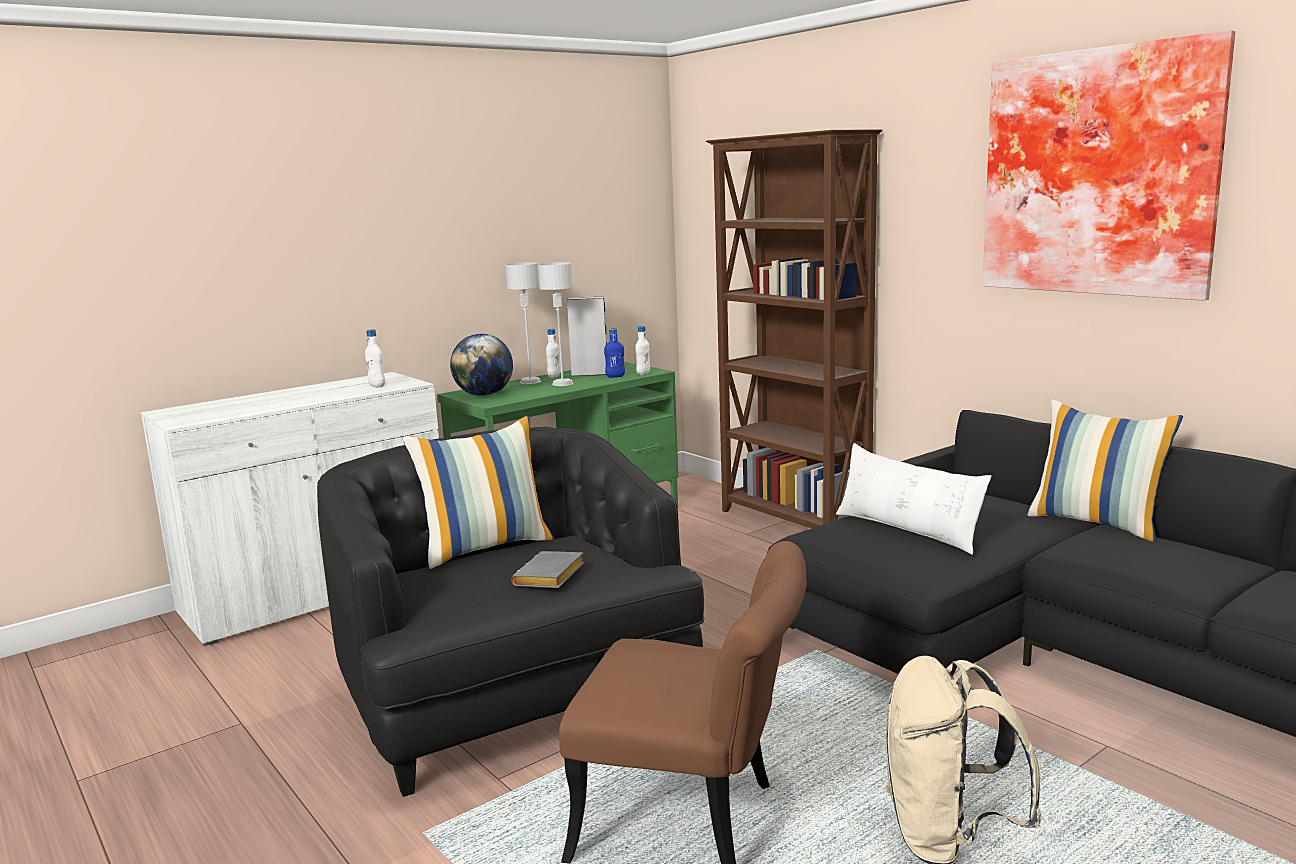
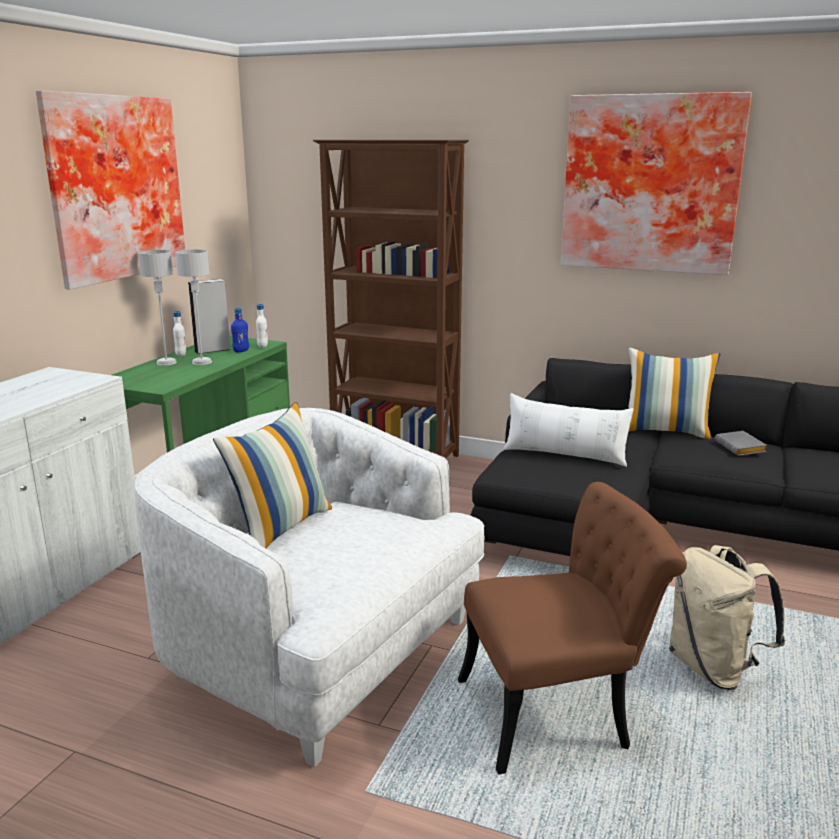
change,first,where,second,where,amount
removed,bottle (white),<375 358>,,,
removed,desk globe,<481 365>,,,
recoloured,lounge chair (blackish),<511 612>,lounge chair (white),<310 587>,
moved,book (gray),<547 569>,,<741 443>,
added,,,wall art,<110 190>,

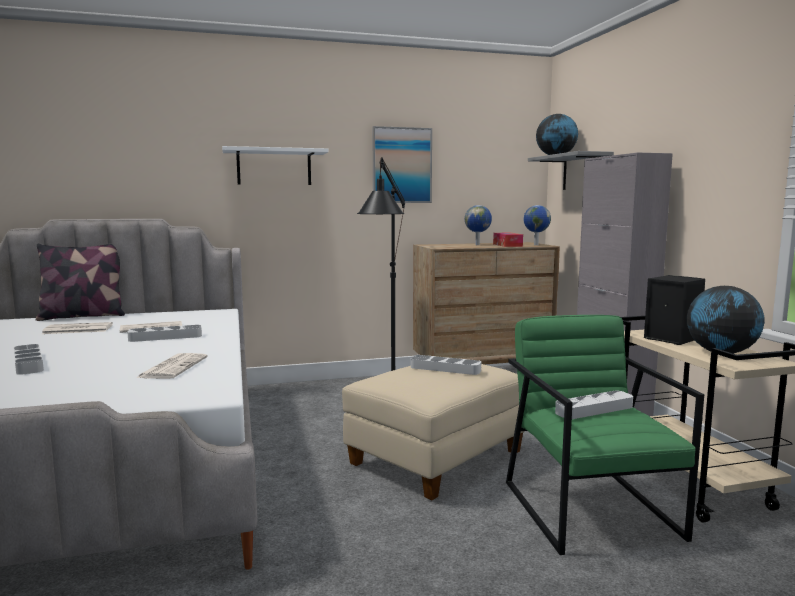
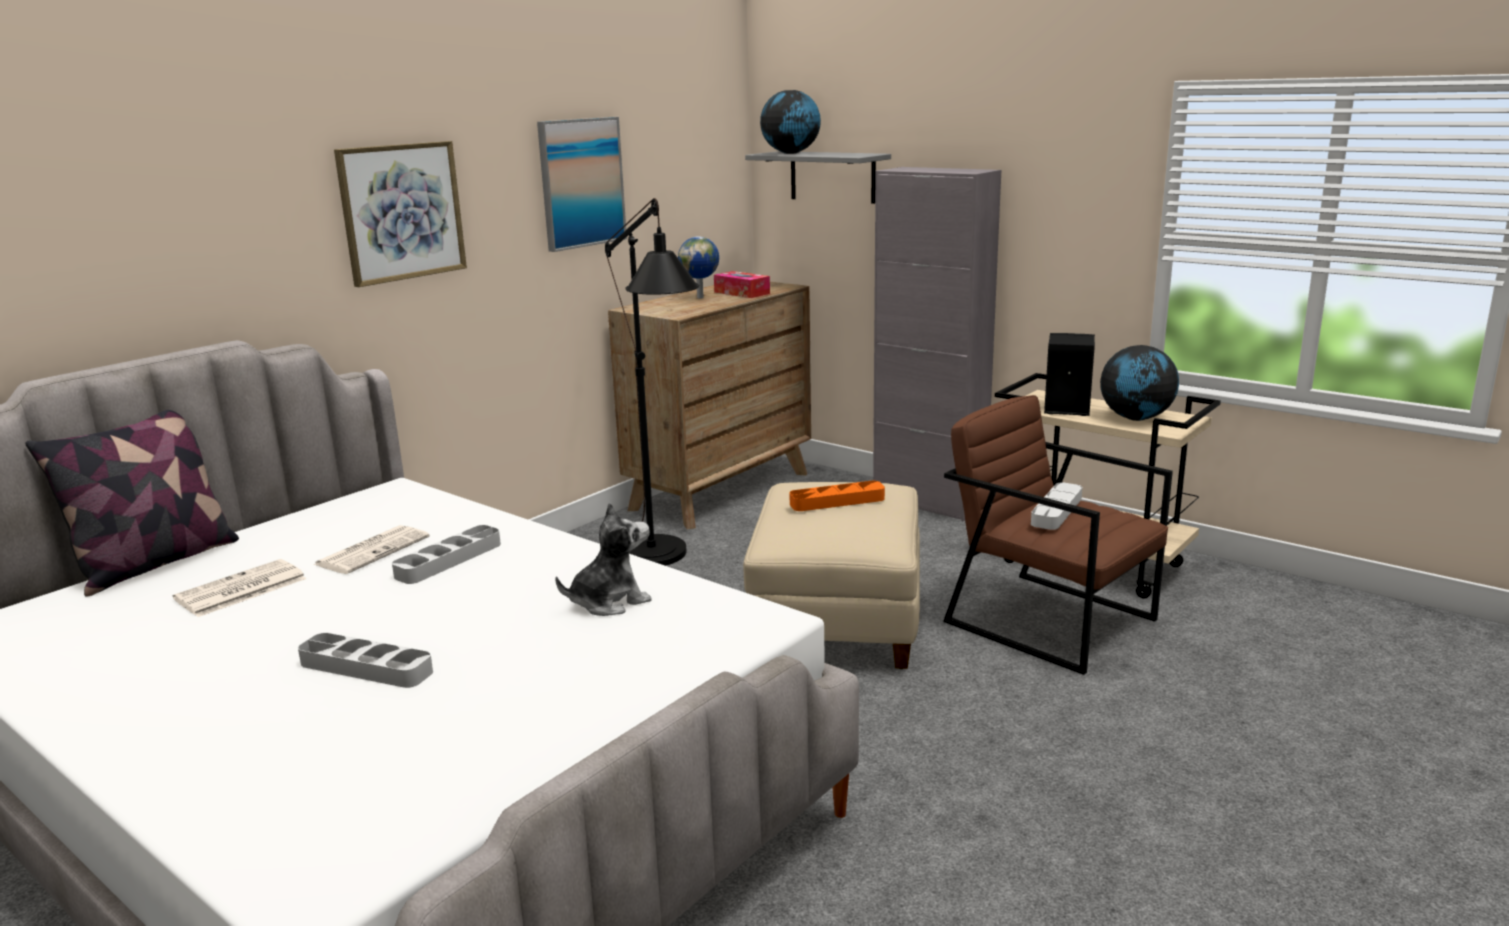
change,first,where,second,where,amount
replaced,wall shelf (white),<275 165>,wall art,<400 214>,
removed,desk globe,<537 225>,,,
recoloured,lounge chair (green),<605 435>,lounge chair (brown),<1058 535>,
replaced,printed paper,<172 366>,plush toy,<603 559>,
recoloured,tray (gray),<446 365>,tray (orangey),<837 496>,

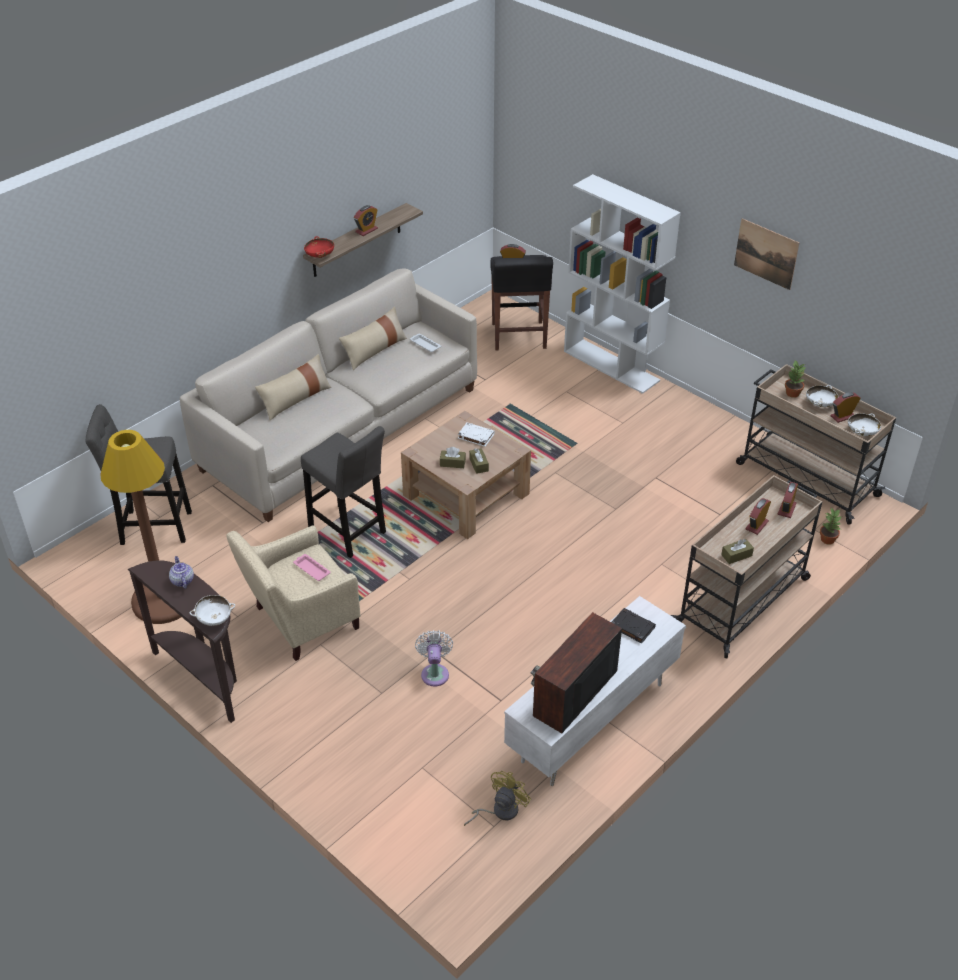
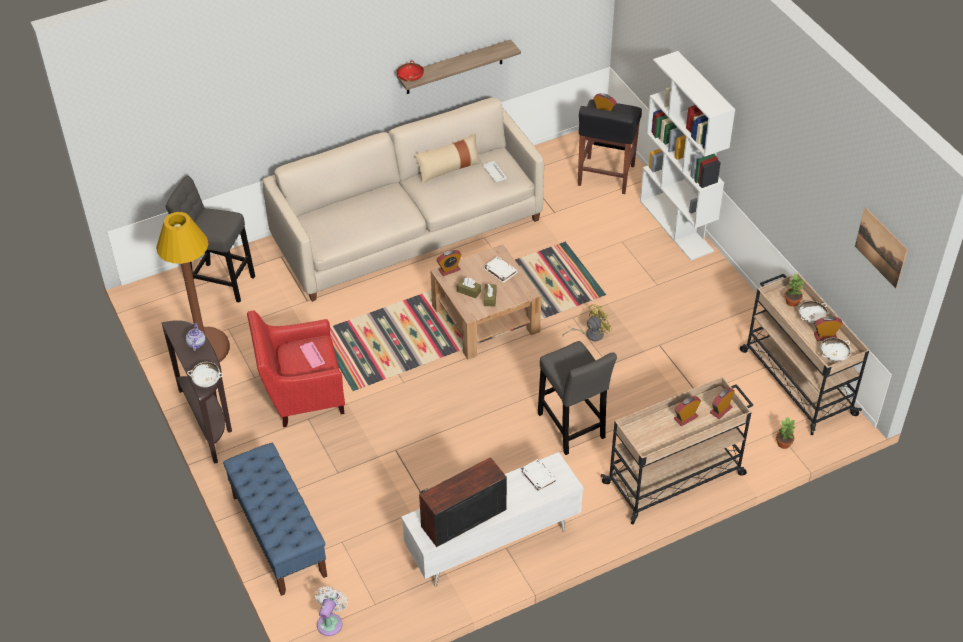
change,first,where,second,where,amount
moved,table clock,<366 220>,,<449 263>,
moved,wall art,<766 254>,,<881 248>,
removed,pillow (beige),<293 387>,,,
moved,sitting stool (gray),<343 492>,,<577 398>,
recoloured,lounge chair (beige),<293 593>,lounge chair (reddish),<296 368>,
removed,box of tissues (brown),<737 551>,,,
recoloured,book (blackish),<634 625>,book (white),<538 476>,
moved,cooling fan (white),<434 658>,,<331 611>,
moved,cooling fan (yellowish),<497 798>,,<587 322>,
added,,,long seat (bluish),<275 519>,

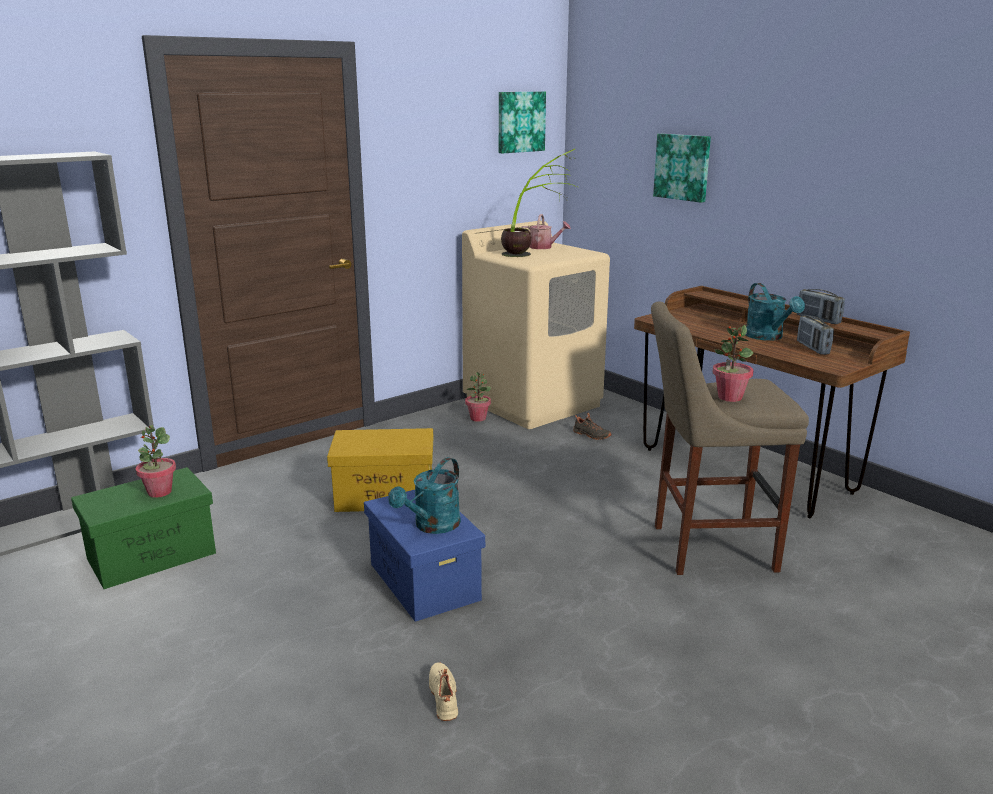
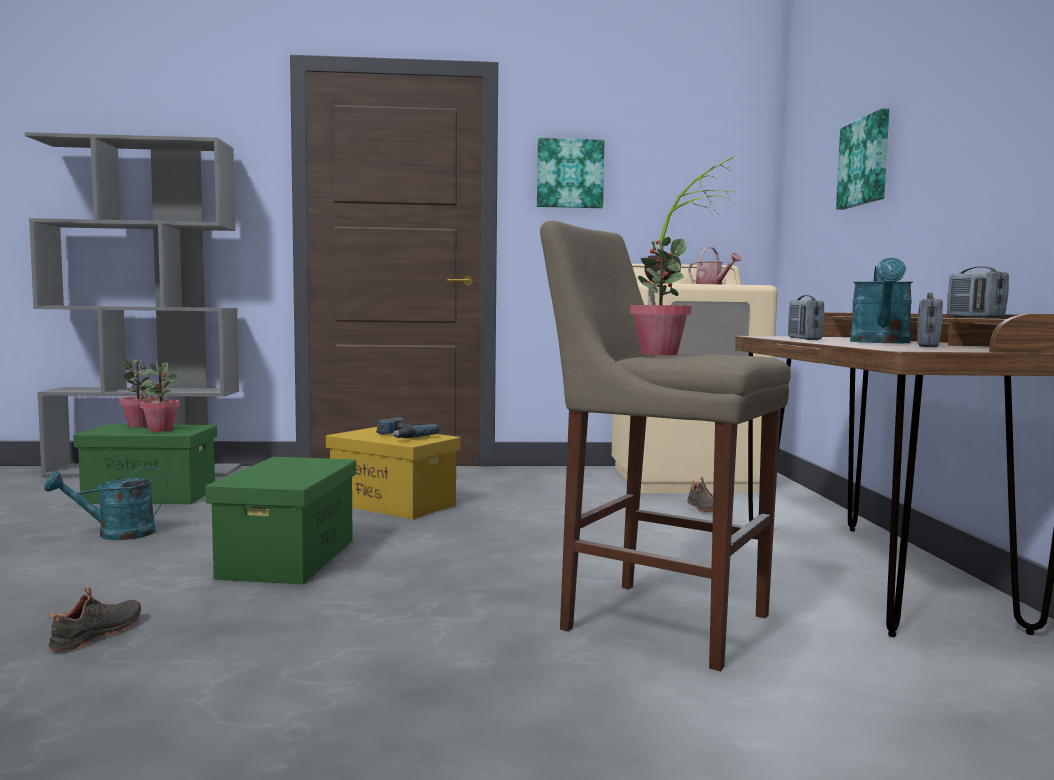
change,first,where,second,where,amount
moved,wall art,<522 123>,,<571 173>,
moved,houseplant,<478 397>,,<138 393>,
moved,sprinkling can (blue-green),<424 495>,,<106 503>,
recoloured,storage bin (bluish),<424 556>,storage bin (green),<280 520>,
recoloured,low shoe (beige),<443 691>,low shoe (blackish),<94 618>,
added,,,radio receiver,<806 317>,
added,,,power drill,<408 427>,

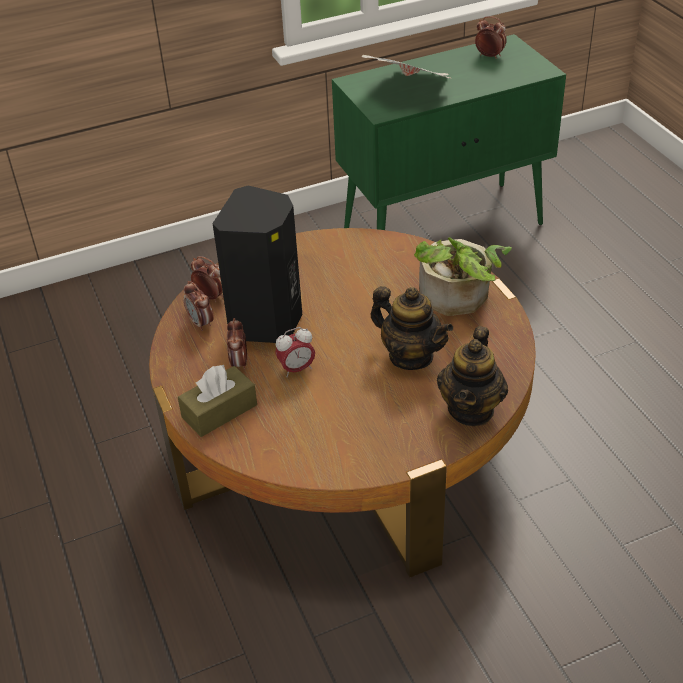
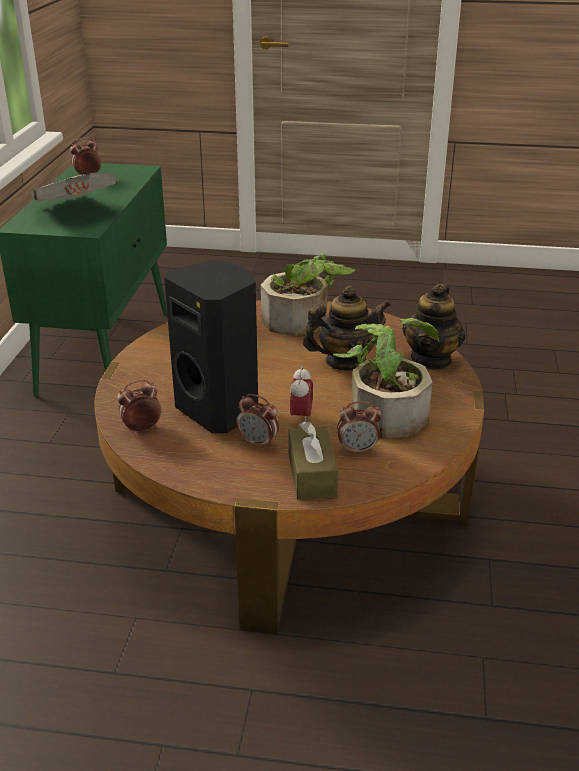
change,first,where,second,where,amount
moved,table clock,<199 306>,,<359 427>,
turned,tea pot,<472 376>,,<434 327>,60 degrees clockwise
added,,,houseplant,<386 378>,

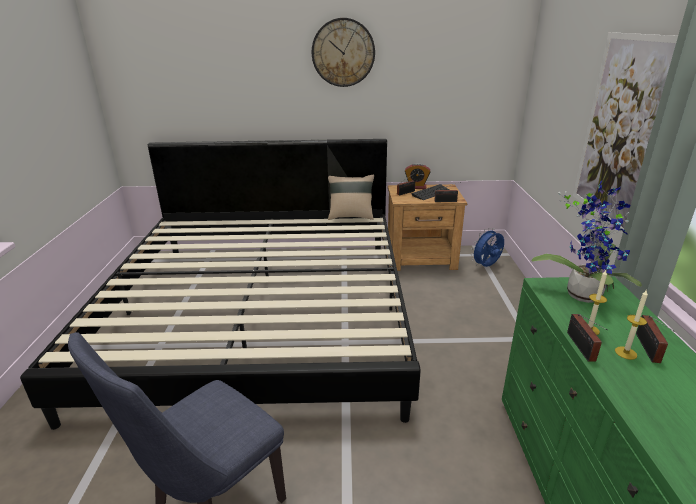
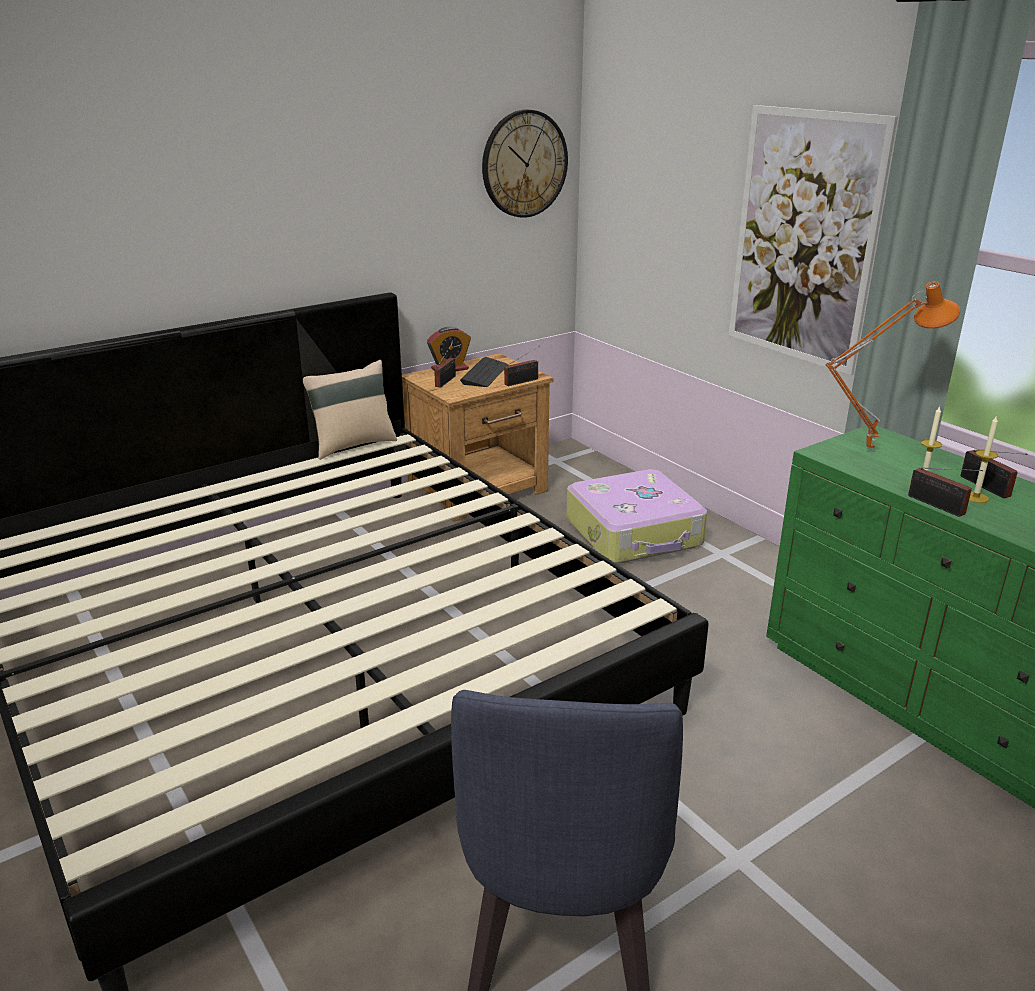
change,first,where,second,where,amount
moved,clock on the wall,<343 52>,,<525 164>,
replaced,houseplant,<587 242>,lamp for a table (orangey),<893 366>,
removed,cooling fan (bluish),<487 247>,,,
added,,,travel case,<636 516>,

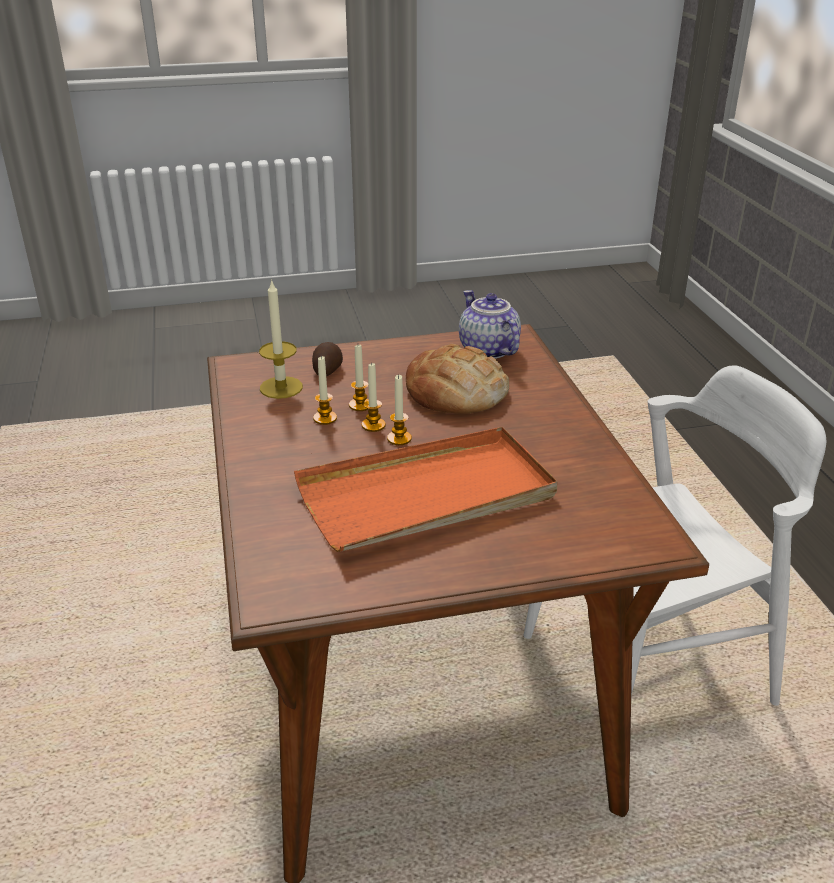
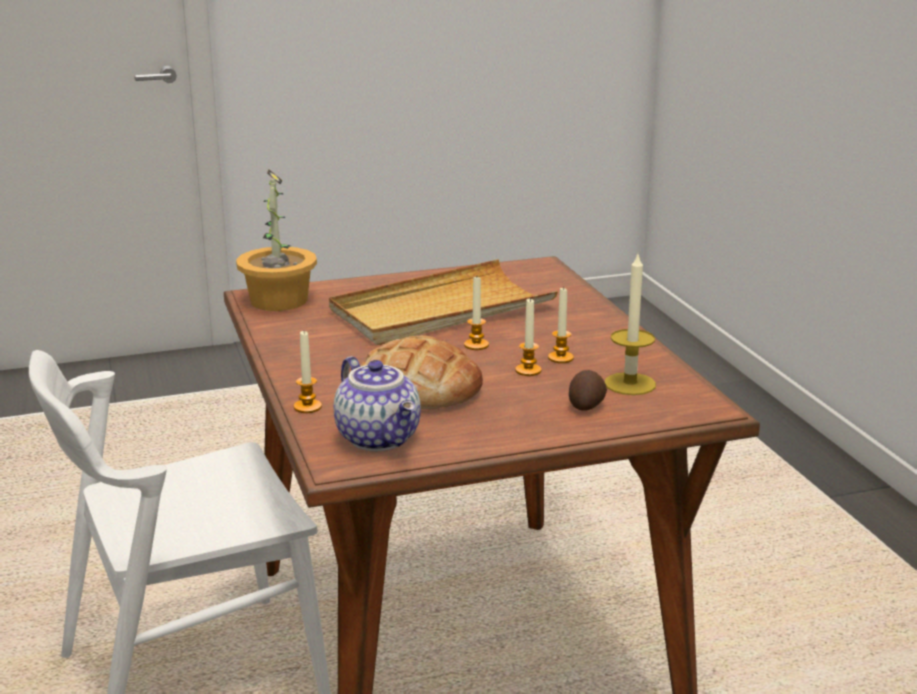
change,first,where,second,where,amount
moved,wax light,<374 397>,,<308 372>,
recoloured,tray (orangey),<426 489>,tray (beige),<443 302>,
added,,,houseplant,<276 240>,

